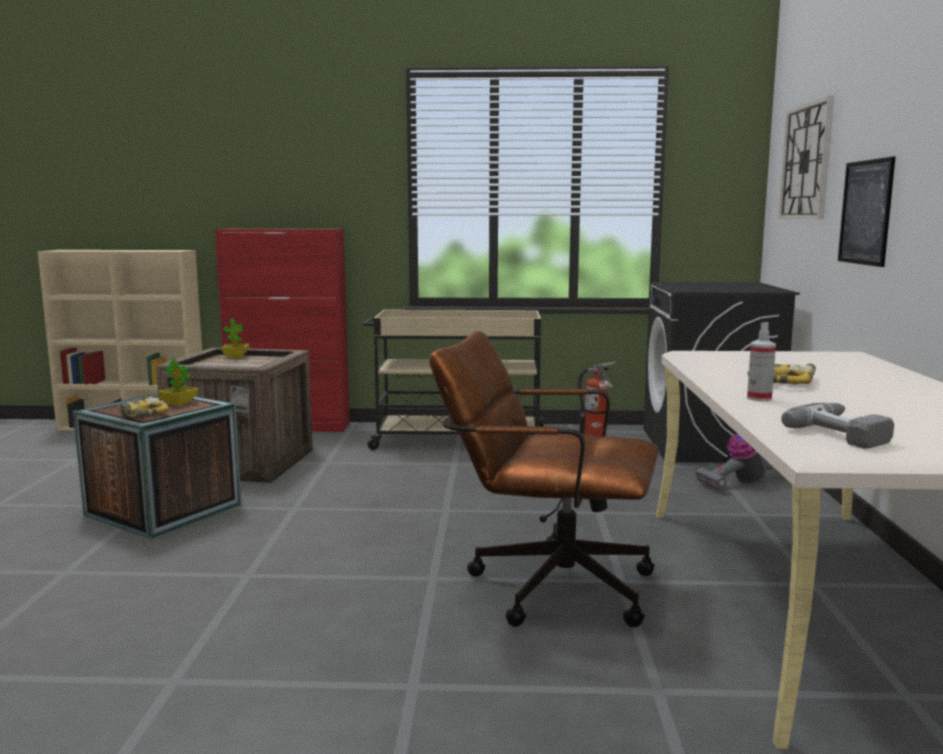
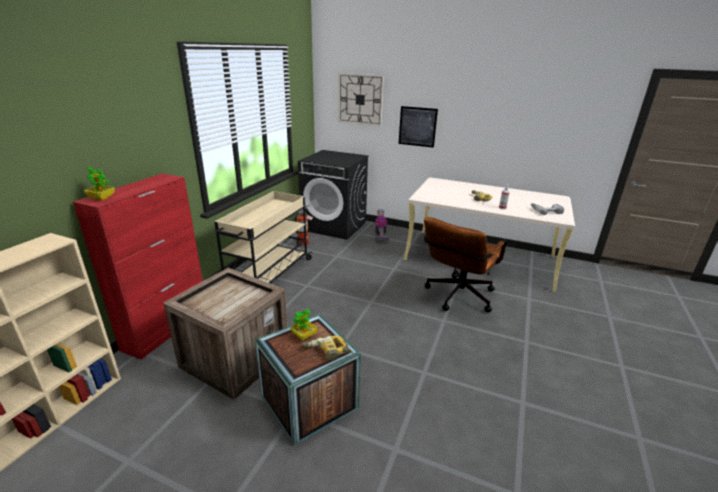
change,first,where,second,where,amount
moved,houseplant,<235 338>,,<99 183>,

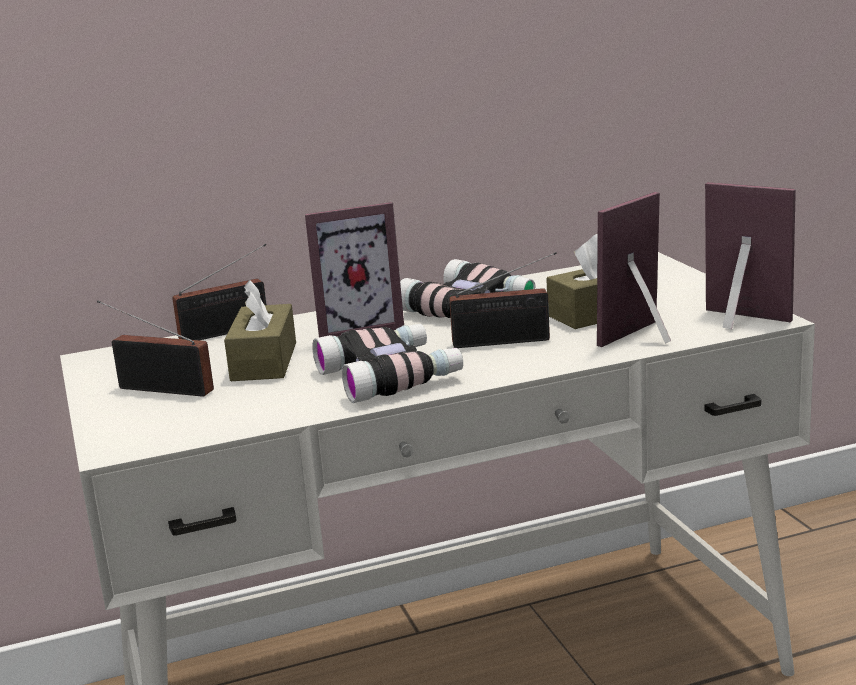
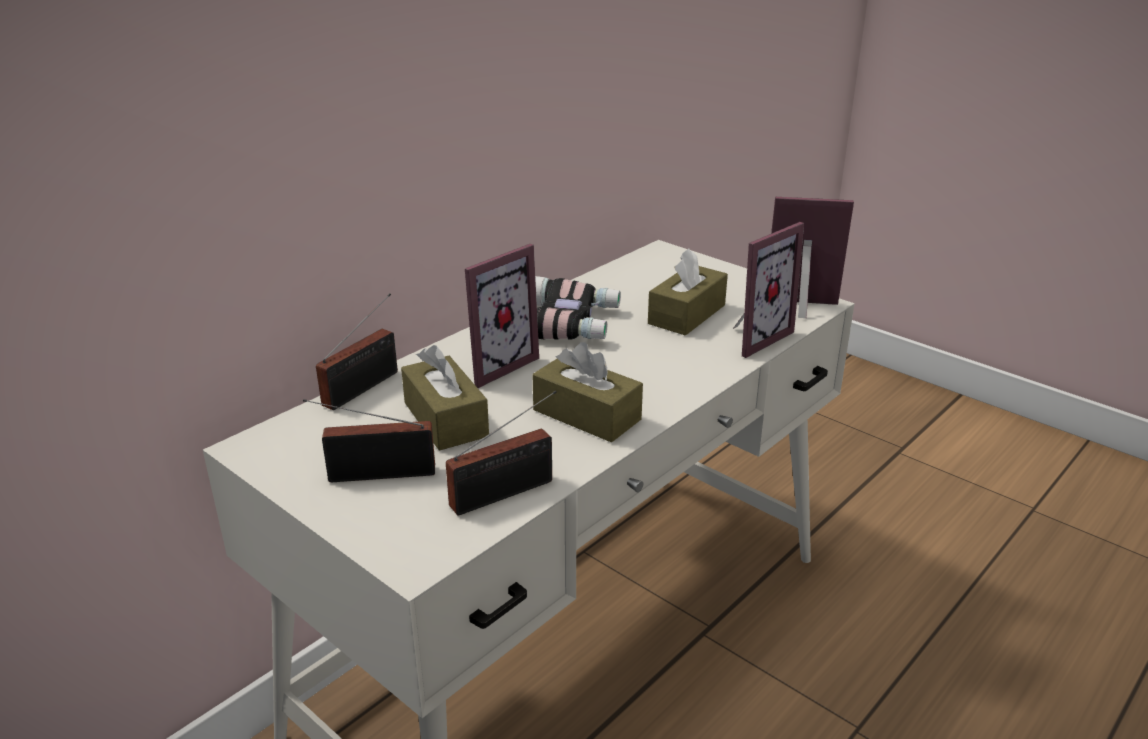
change,first,where,second,where,amount
turned,standing frame,<634 269>,,<768 290>,150 degrees counterclockwise
moved,radio receiver,<503 300>,,<501 453>,
replaced,pair of binoculars,<387 363>,box of tissues (brown),<587 392>,

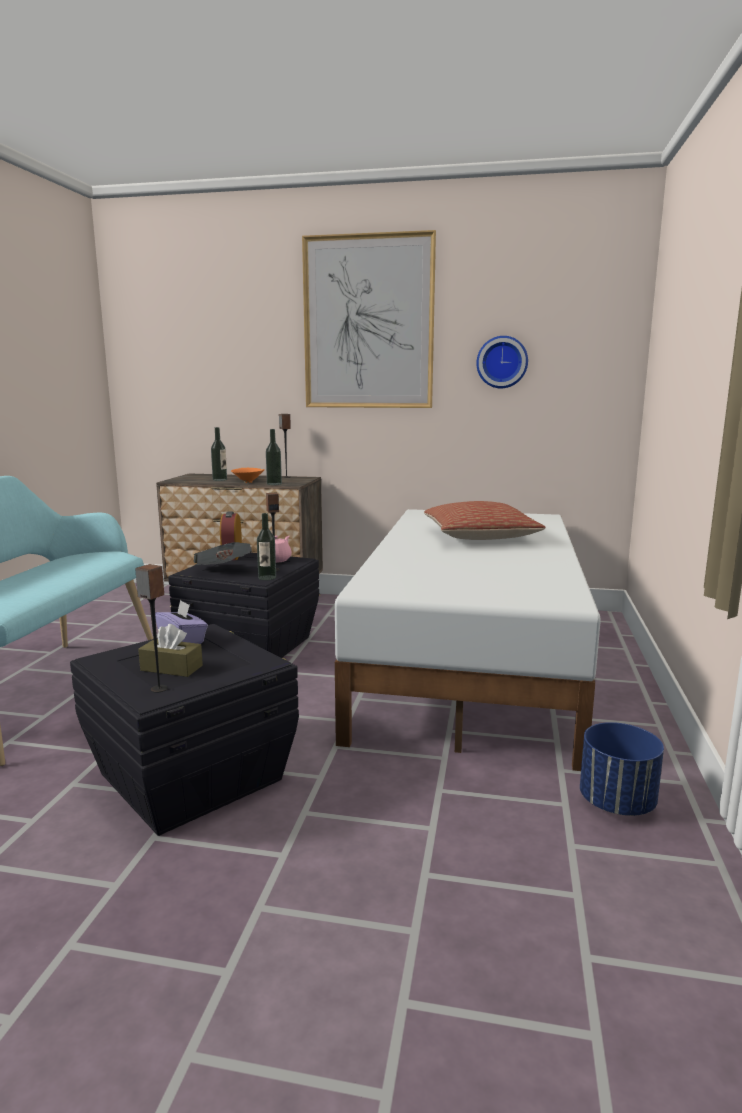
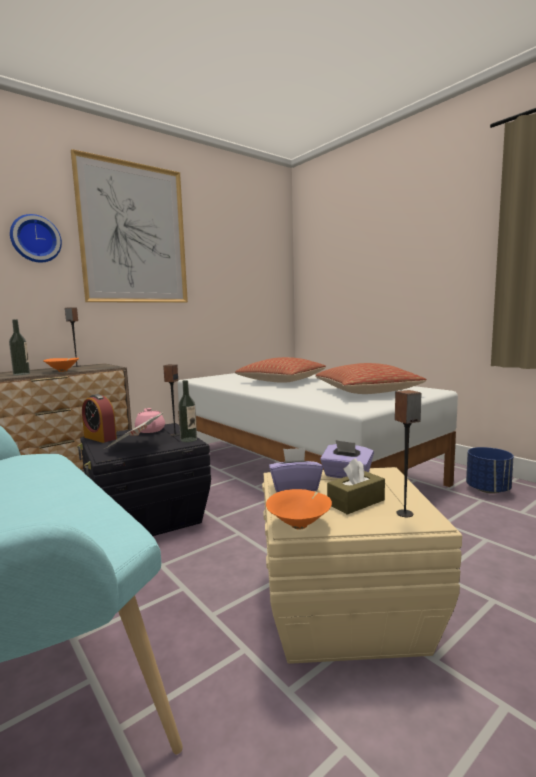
change,first,where,second,where,amount
moved,clock on the wall,<502 362>,,<36 238>,
removed,bottle,<274 457>,,,
recoloured,storage bin (blackish),<184 730>,storage bin (beige),<362 565>,
added,,,pillow,<371 378>,
added,,,box of tissues (purple-coloured),<347 459>,
added,,,bowl (orangey),<299 509>,

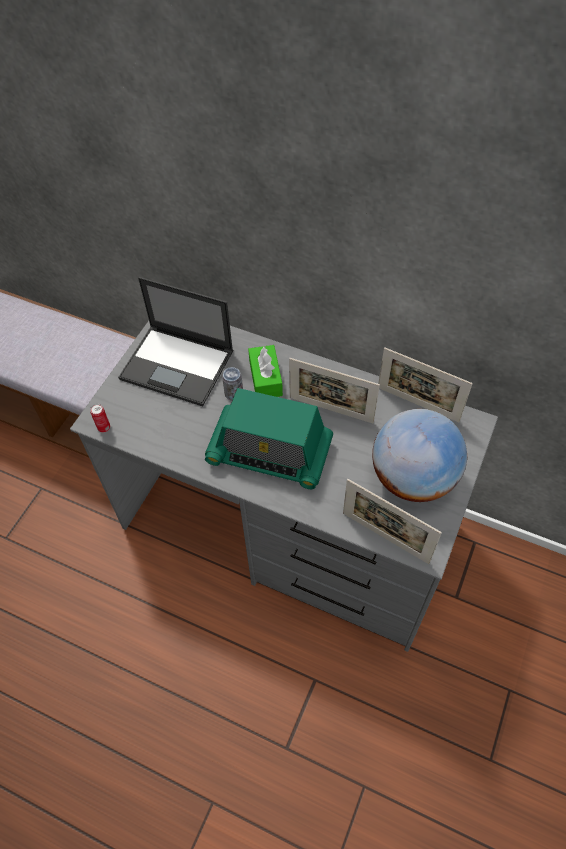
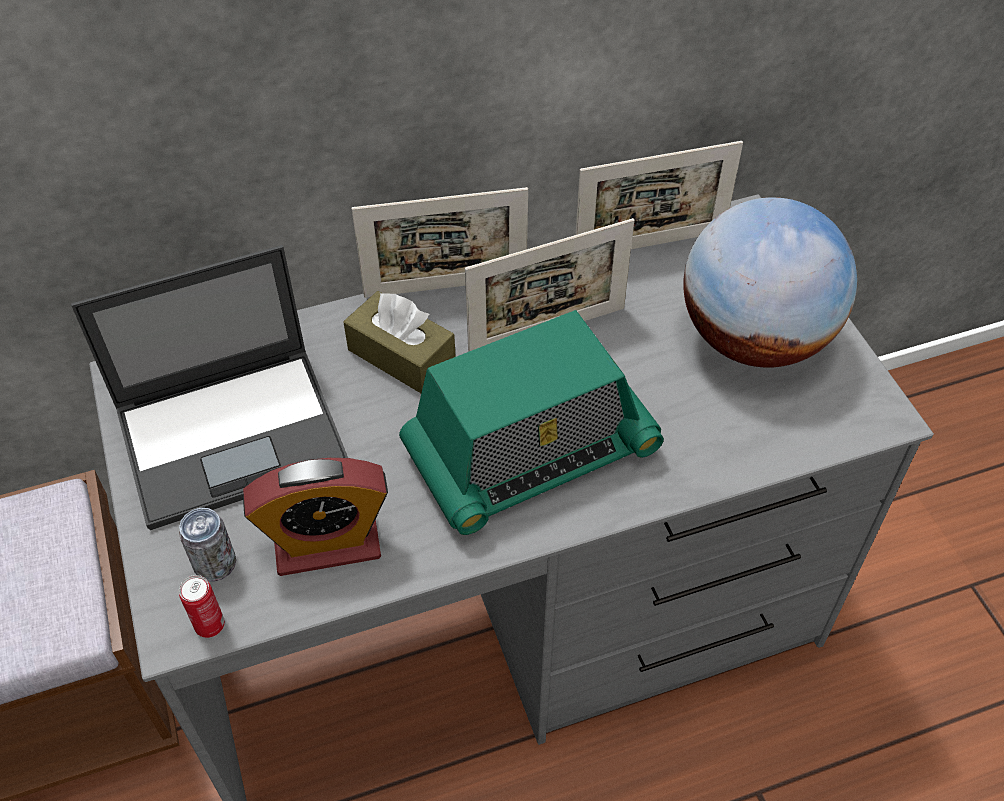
change,first,where,second,where,amount
recoloured,box of tissues (green),<265 371>,box of tissues (brown),<399 342>,
moved,sealed can,<232 384>,,<207 545>,
moved,standing frame,<392 521>,,<440 242>,
added,,,table clock,<315 517>,

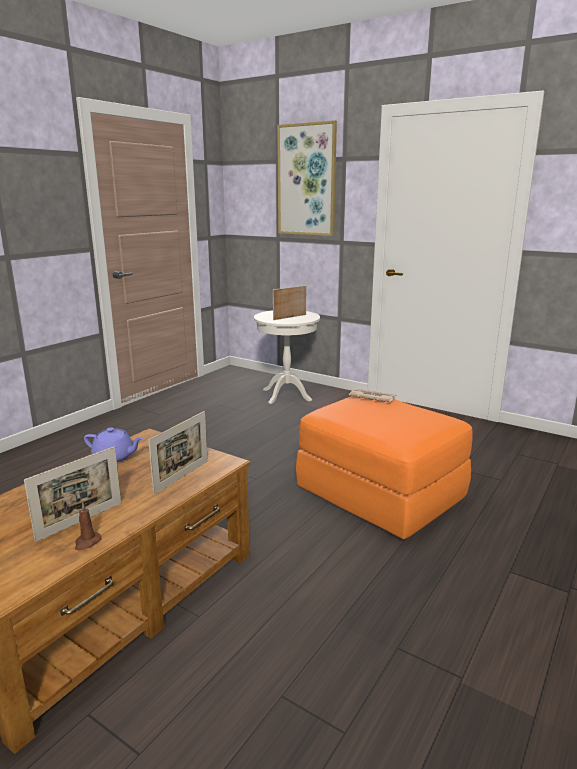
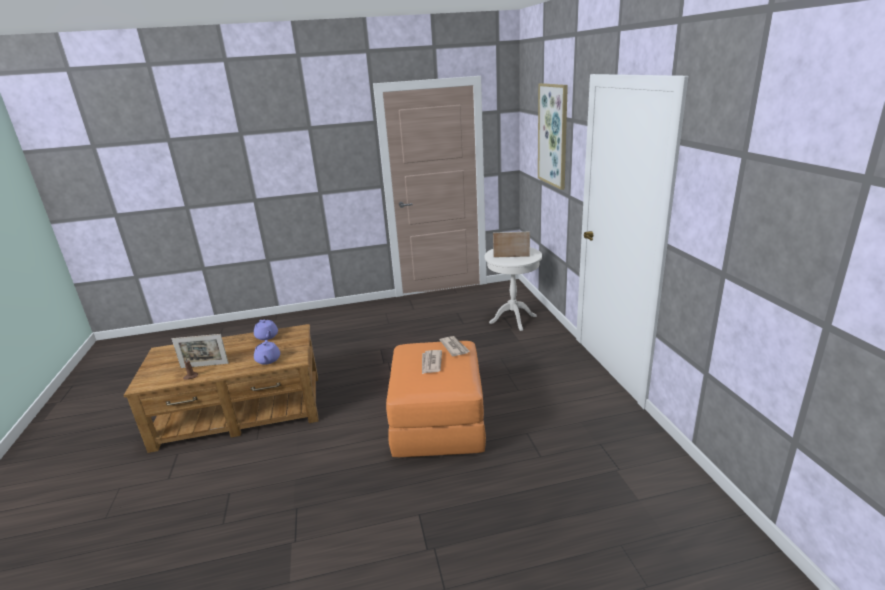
change,first,where,second,where,amount
replaced,standing frame,<178 453>,tea pot (purple-coloured),<267 352>,
added,,,printed paper,<432 362>,

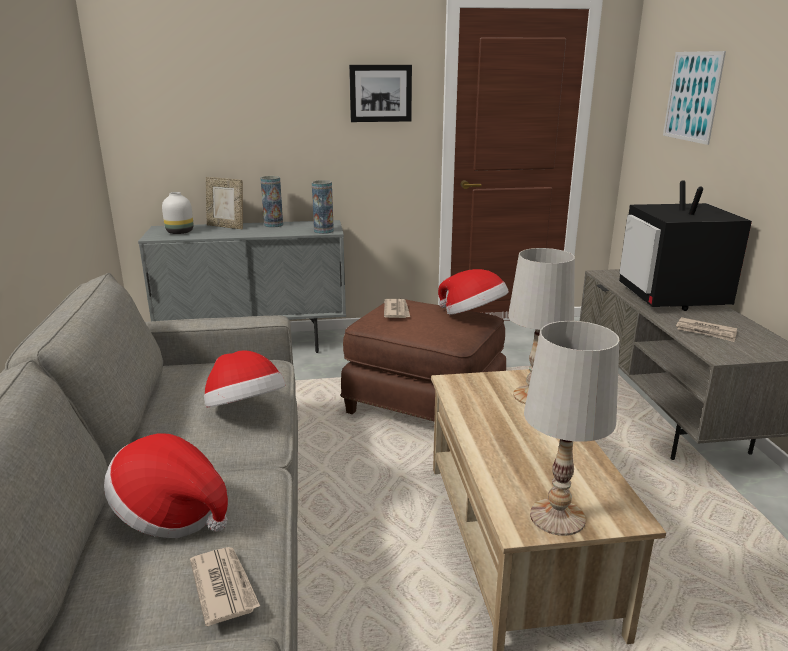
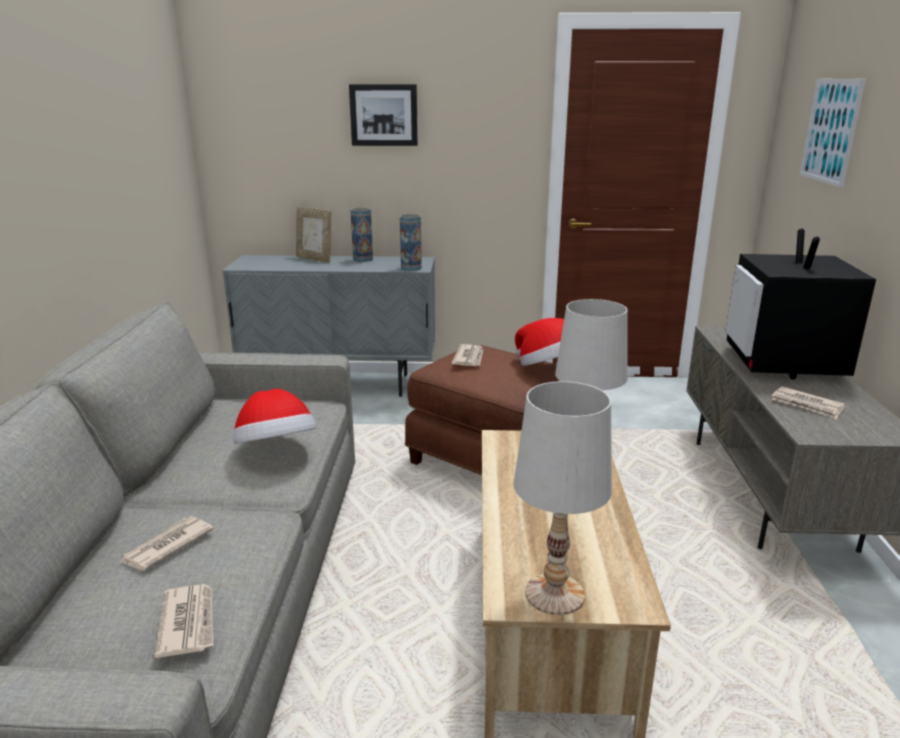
change,first,where,second,where,amount
moved,wall art,<380 93>,,<383 115>,
removed,vase (white),<177 213>,,,
replaced,hat,<166 485>,printed paper,<166 543>,

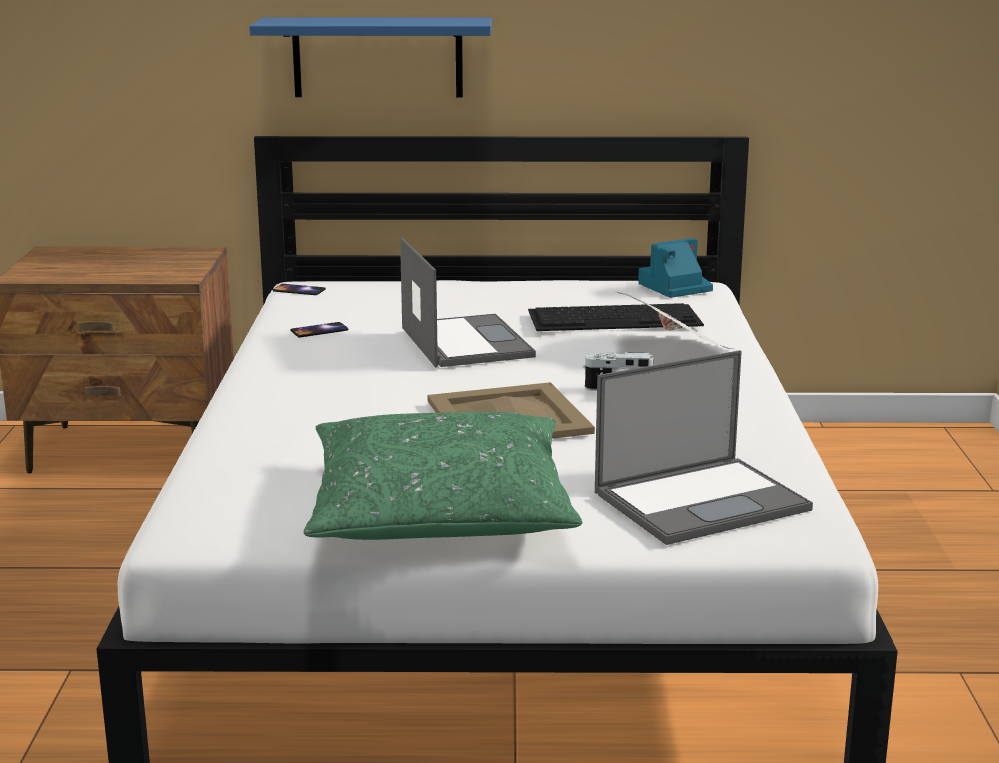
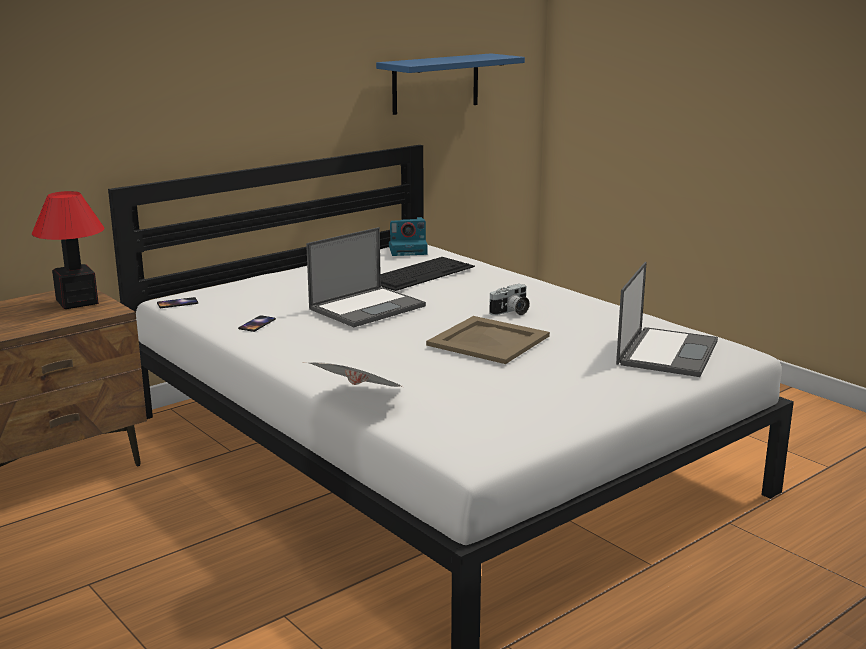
change,first,where,second,where,amount
moved,wall shelf (bluish),<370 57>,,<450 84>,
turned,laptop,<468 302>,,<366 277>,105 degrees clockwise
turned,still camera,<675 268>,,<408 236>,120 degrees counterclockwise
moved,printed paper,<674 320>,,<351 374>,
removed,pillow (green),<443 476>,,,
added,,,lamp for a table,<68 250>,

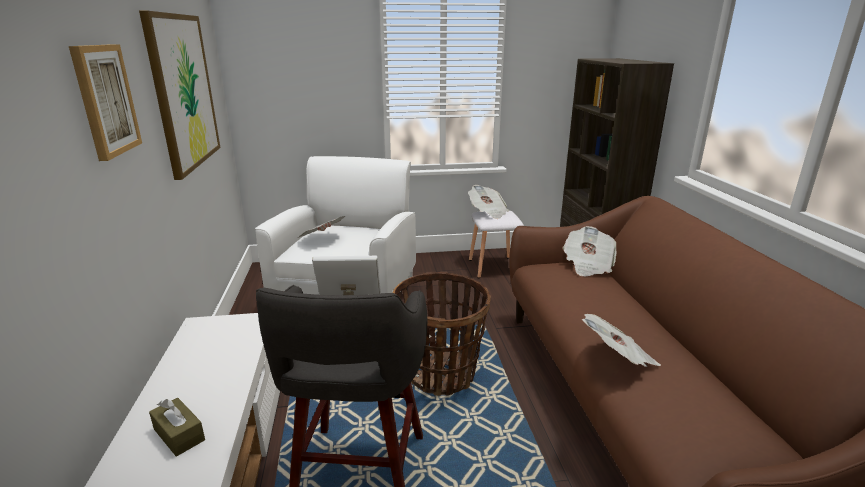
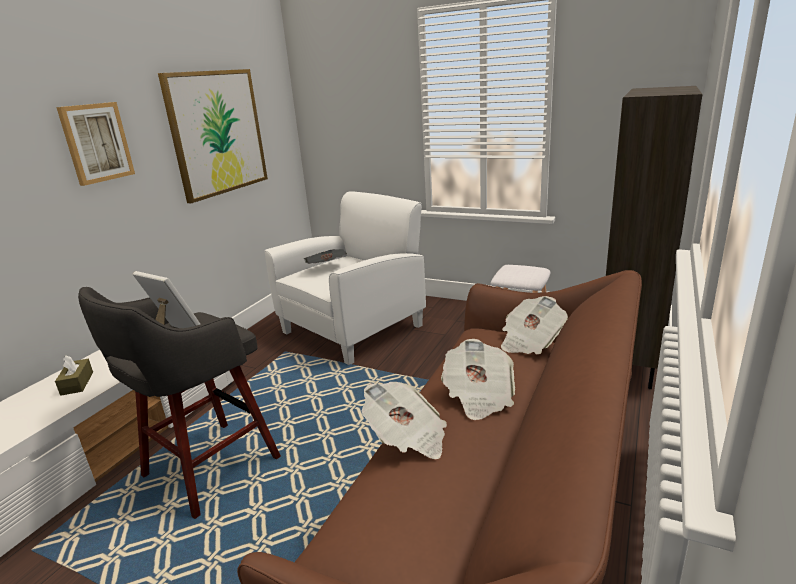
change,first,where,second,where,amount
moved,printed paper,<488 202>,,<478 379>,
removed,storage basket,<442 334>,,,

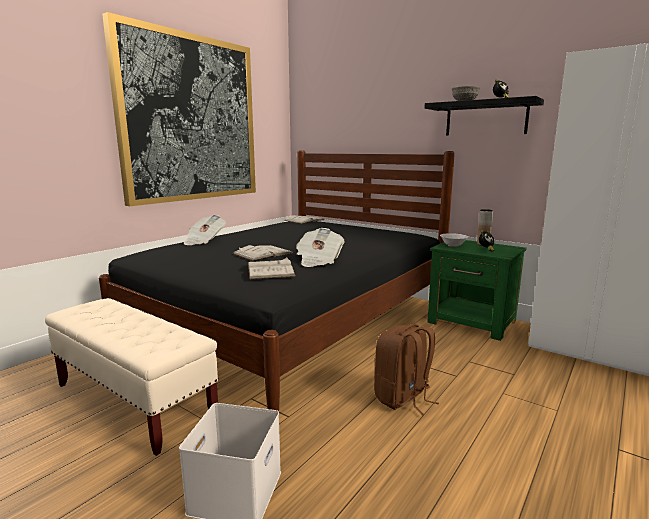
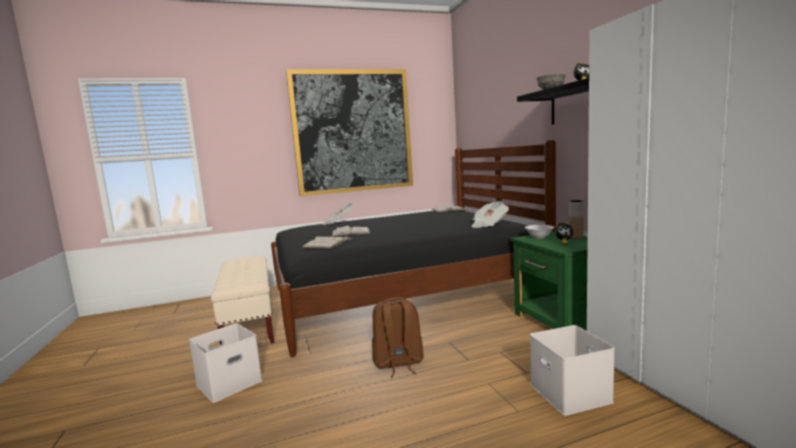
change,first,where,second,where,amount
moved,printed paper,<320 247>,,<490 214>,
added,,,storage bin (white),<572 370>,

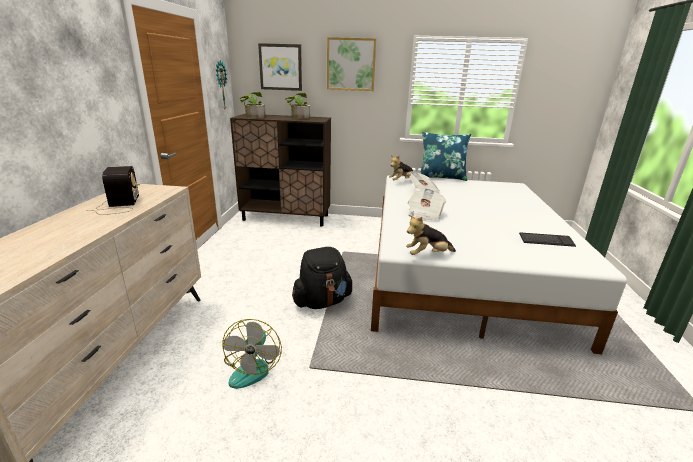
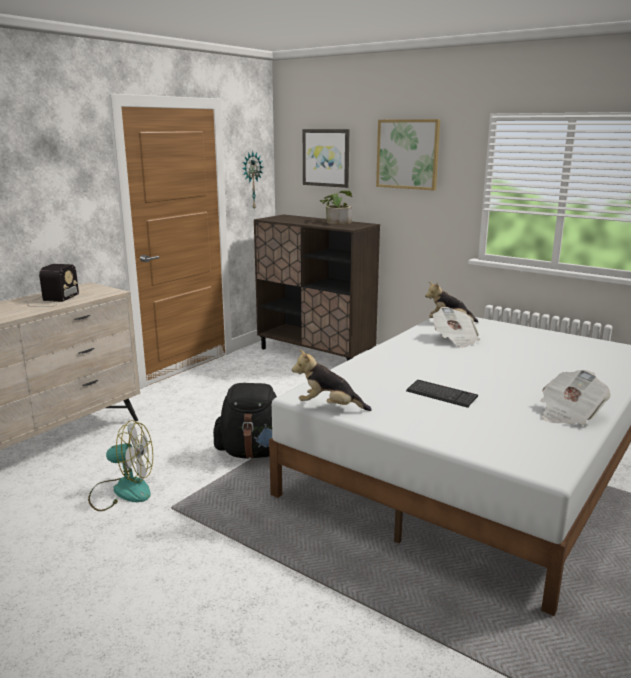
change,first,where,second,where,amount
removed,houseplant,<252 105>,,,
removed,pillow (bluish),<445 156>,,,
moved,printed paper,<427 204>,,<575 397>,
moved,PC keyboard,<547 239>,,<442 394>,
turned,cooling fan,<252 354>,,<120 465>,120 degrees counterclockwise

